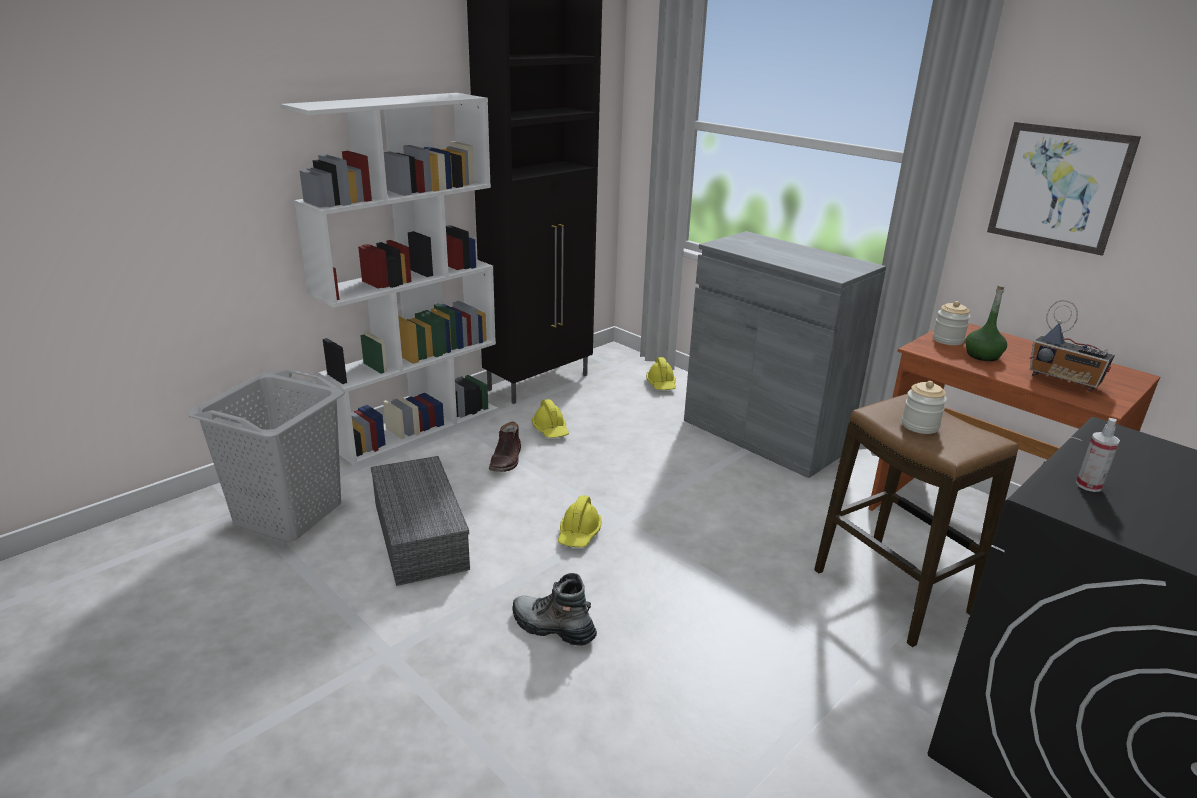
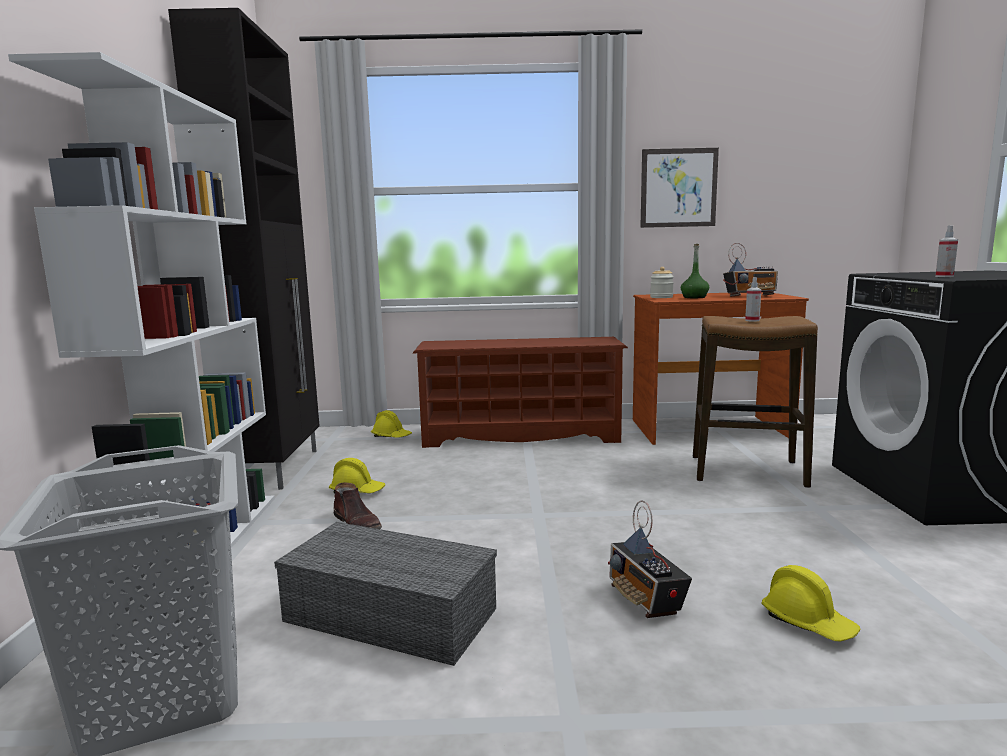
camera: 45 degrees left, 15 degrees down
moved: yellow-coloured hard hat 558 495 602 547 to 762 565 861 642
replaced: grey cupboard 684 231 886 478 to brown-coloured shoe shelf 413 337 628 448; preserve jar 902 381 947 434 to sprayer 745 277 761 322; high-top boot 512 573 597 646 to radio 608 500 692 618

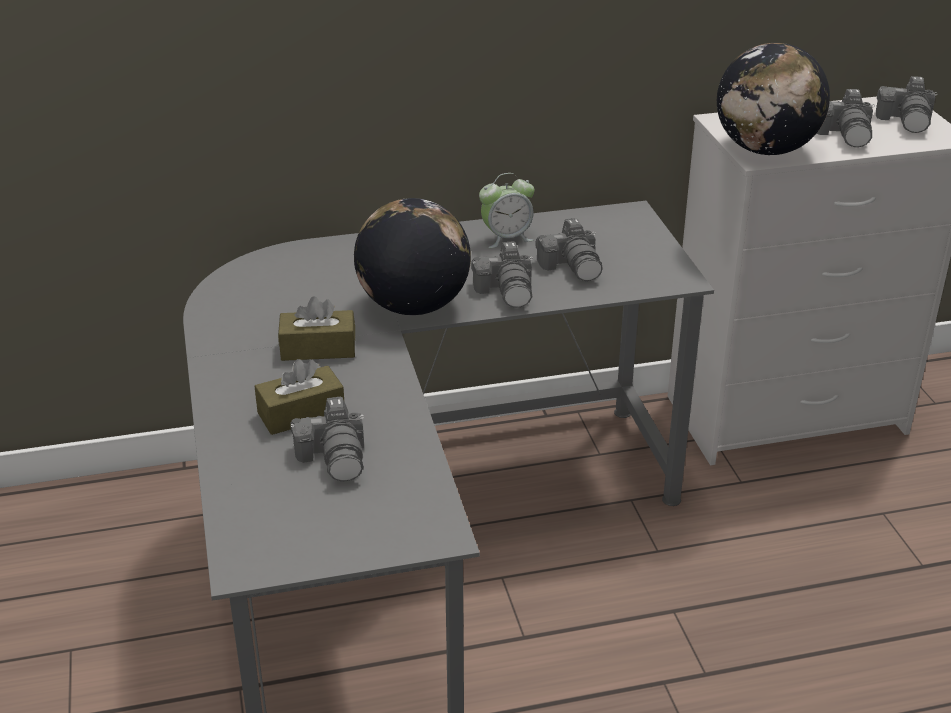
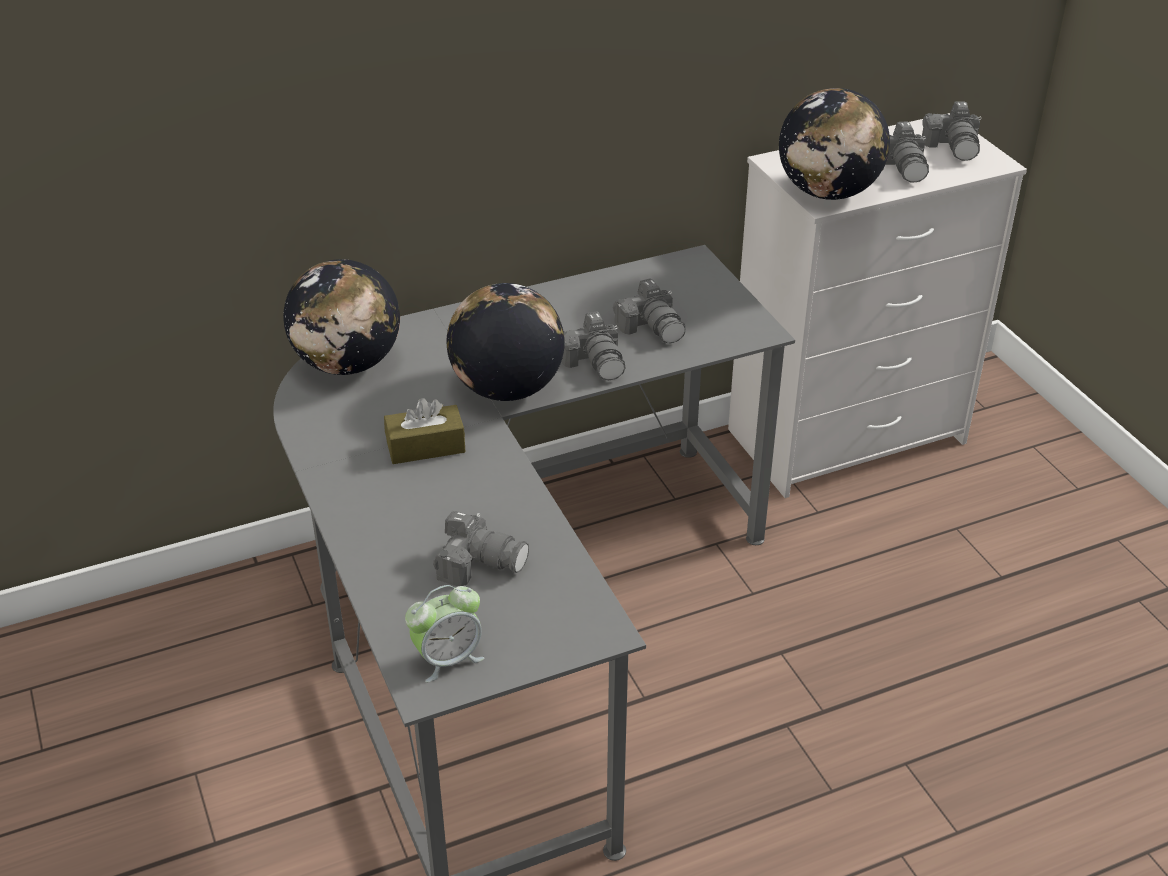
camera: 10 degrees left, 5 degrees up
removed: brown-coloured box of tissues 255 359 344 435
added: desk globe 283 259 400 375
moved: bedside clock 479 173 534 248 to 405 585 484 682
turned: photo camera 290 397 364 482 = 433 511 529 586 45 degrees counterclockwise

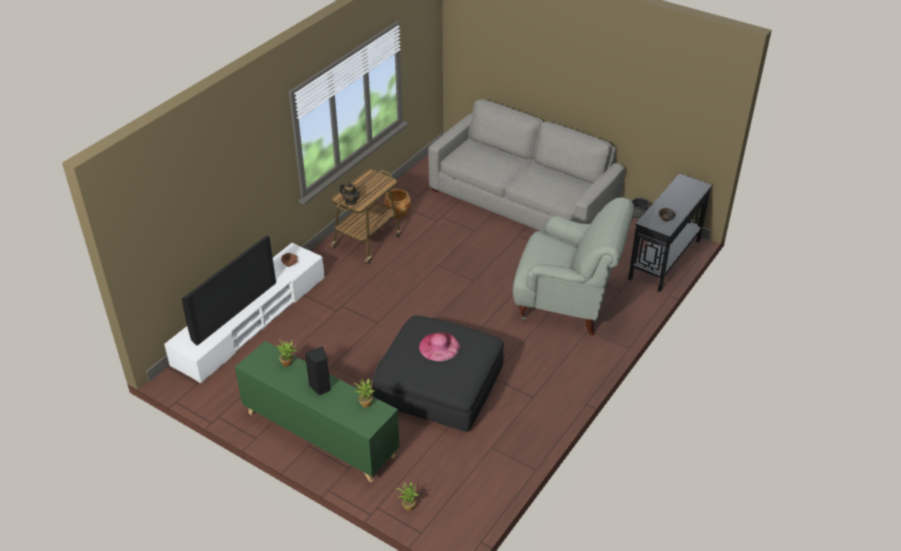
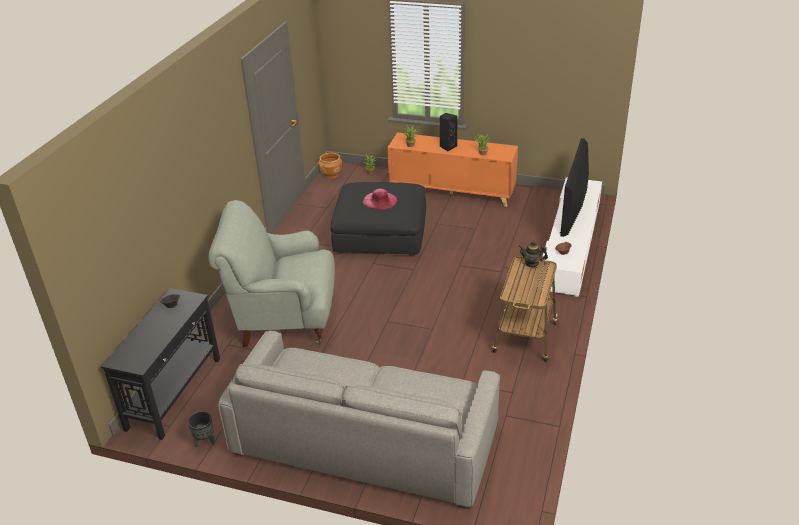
camera: 165 degrees right, 5 degrees down
moved: brown-coloured flower pot 384 189 411 218 to 319 153 342 179
recoloured: green cupboard 235 341 400 483 to orange-coloured cupboard 387 132 518 207

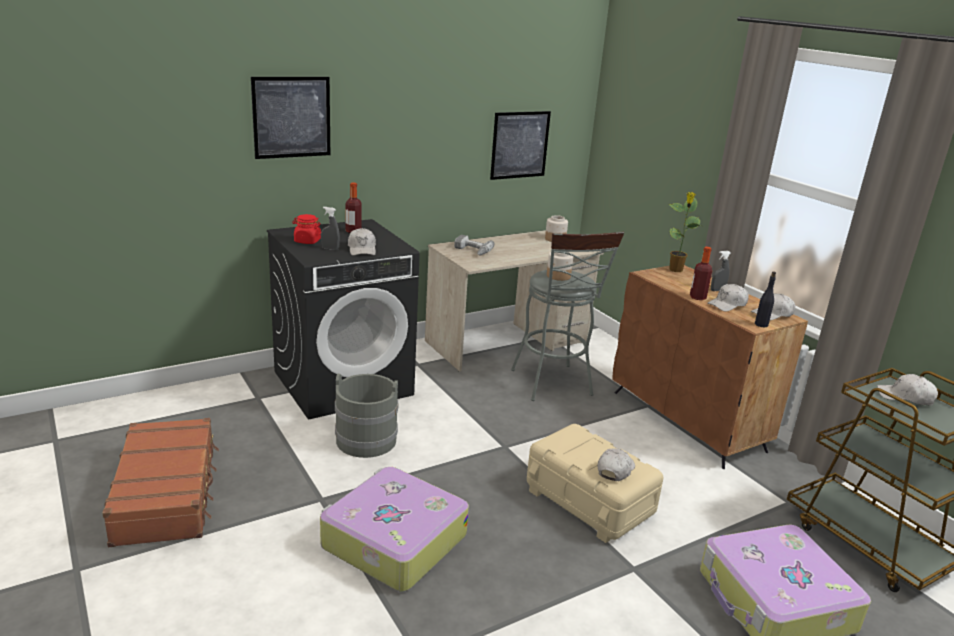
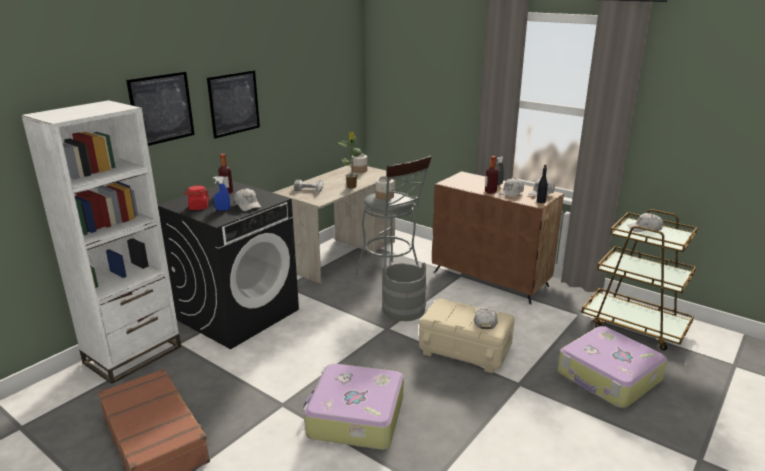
camera: 20 degrees left, 0 degrees up
added: white-coloured bookshelf 21 100 181 384
moved: wall picture 490 111 551 180 to 207 70 260 139; potted plant 669 192 701 272 to 338 132 363 189; grey pail 335 374 398 458 to 382 262 427 321
recoloured: grey sprayer 321 207 340 250 to bluish sprayer 213 176 230 210

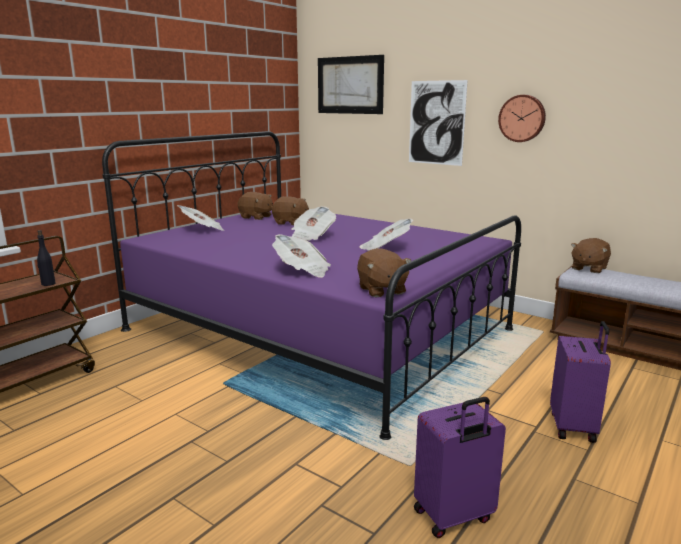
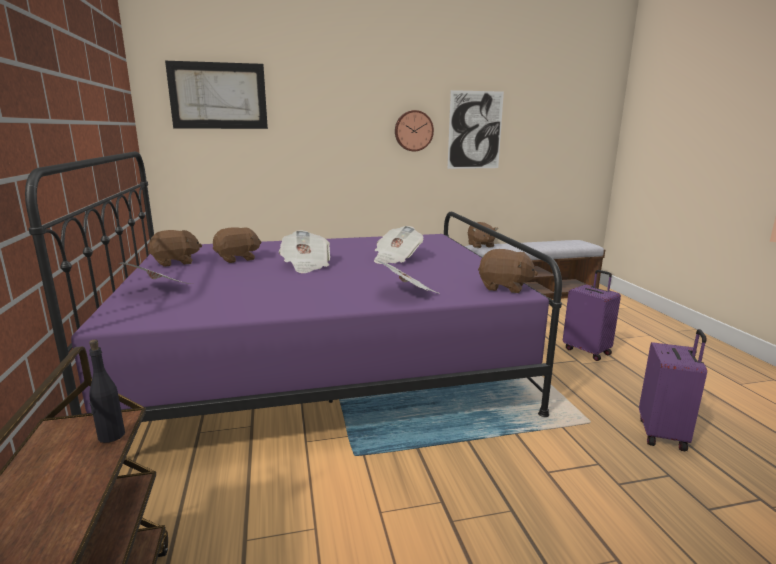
camera: 50 degrees left, 0 degrees up
moved: wall picture 409 80 468 166 to 447 90 504 169

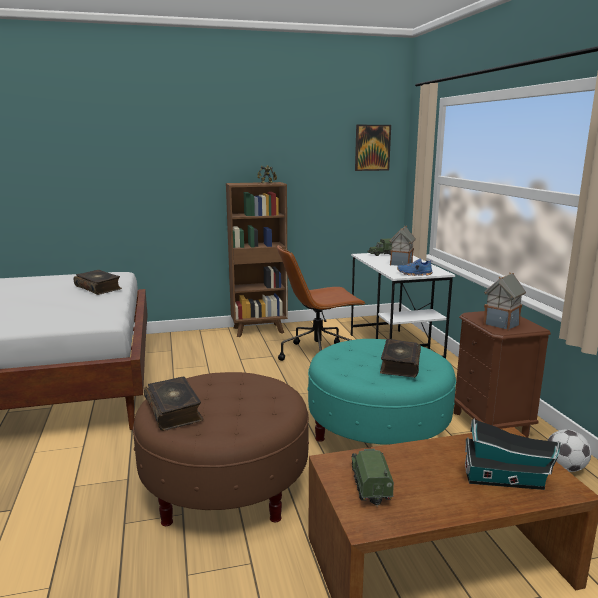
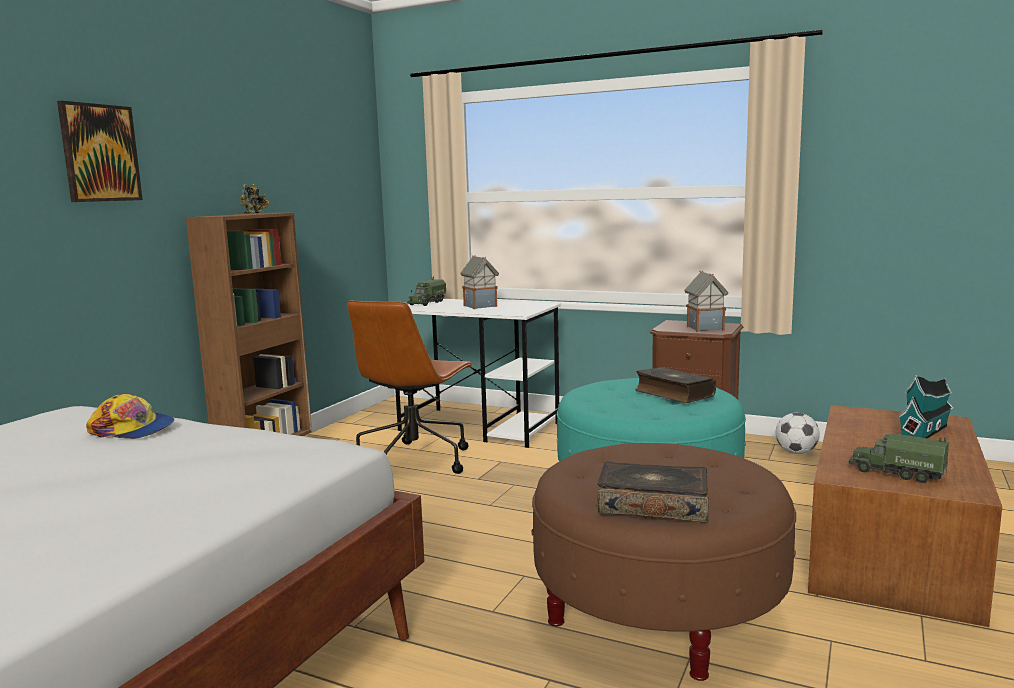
camera: 50 degrees left, 5 degrees down
removed: bluish item of footwear 397 258 433 276
moved: wall picture 355 125 391 171 to 57 101 143 202
replaced: bound book 74 270 122 295 to cap 86 394 175 439

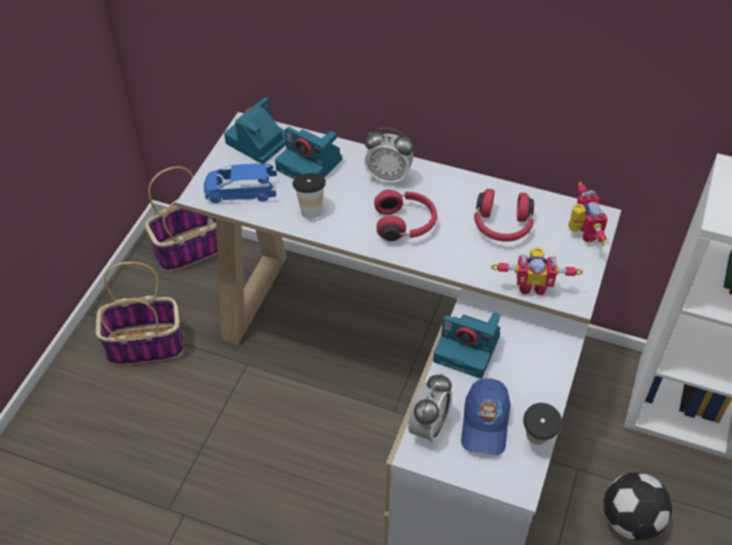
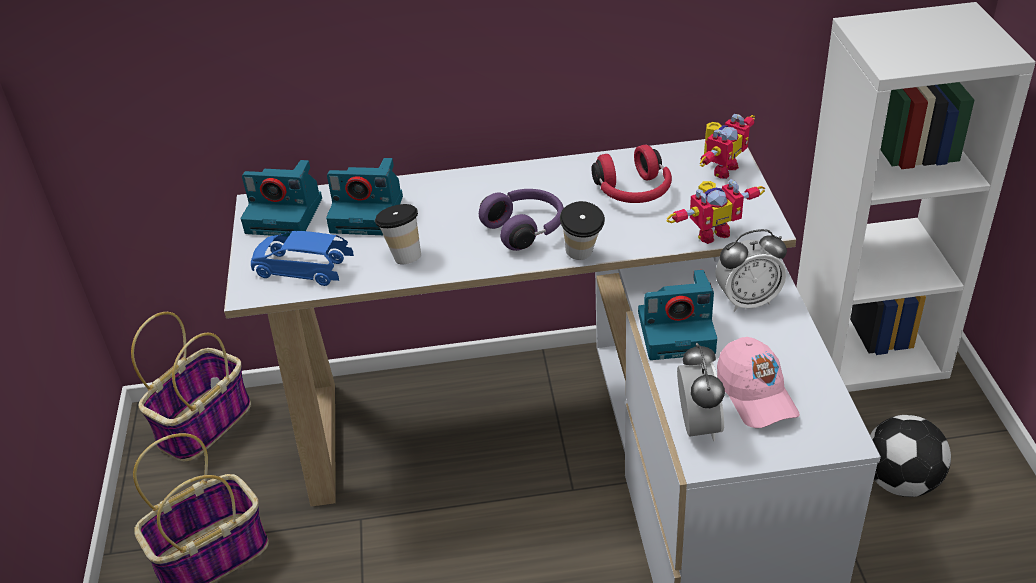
camera: 25 degrees left, 10 degrees down
moved: bedside clock 364 128 414 185 to 715 229 787 312; drinking cup 523 403 562 445 to 560 201 605 260
recoloured: red headset 374 190 437 241 to purple-coloured headset 479 189 564 251; bluish cap 461 378 511 455 to pinkish cap 717 337 800 428
turned: photo camera 224 97 286 164 = 241 160 322 237 90 degrees counterclockwise; bluish model car 204 164 277 203 = 251 231 354 286 45 degrees clockwise; robot figure 568 182 608 246 = 699 114 755 179 75 degrees clockwise

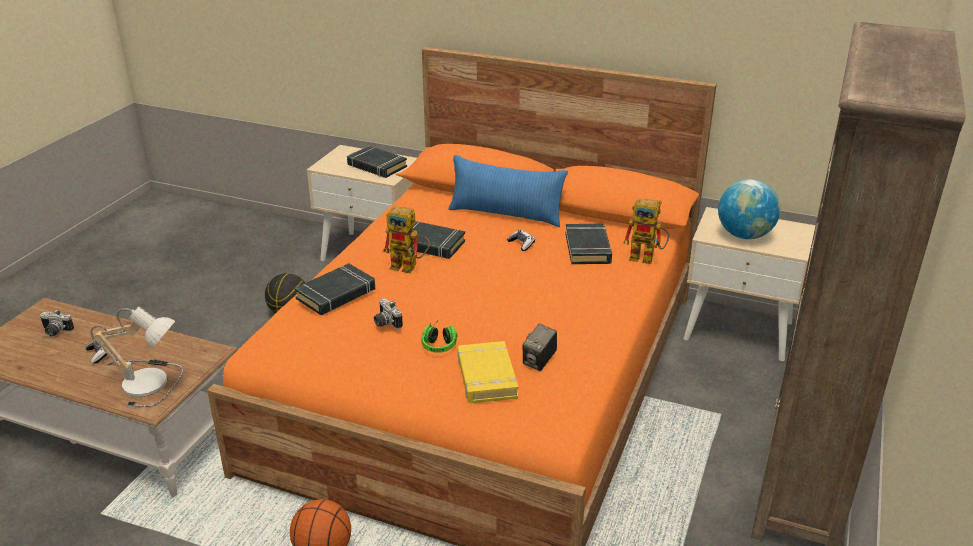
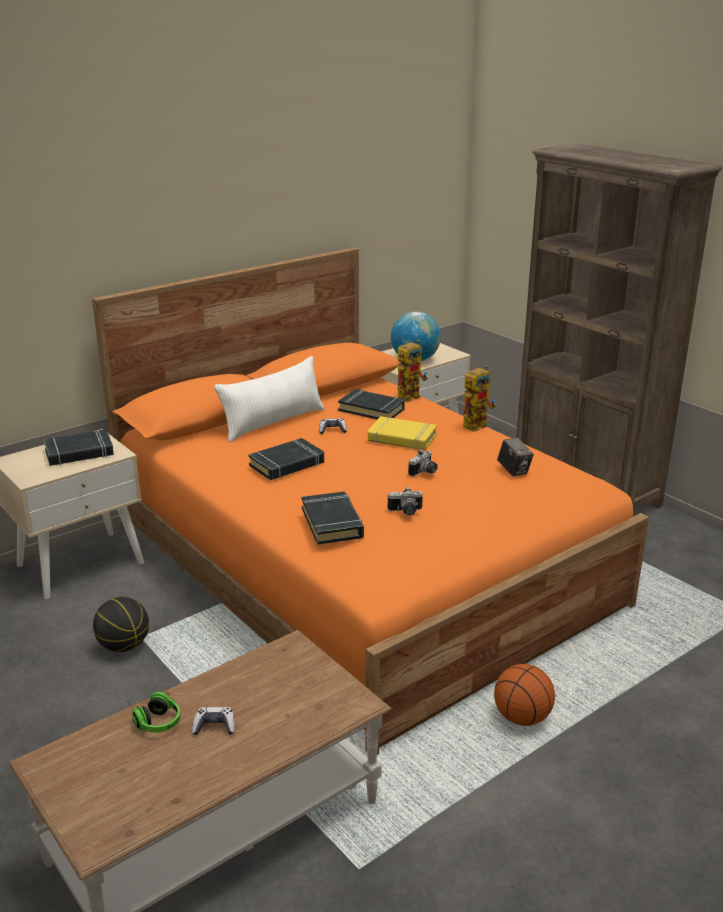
camera: 60 degrees left, 5 degrees down
removed: tabletop lamp 90 307 183 408
moved: robot figure 383 206 430 273 to 463 365 496 432; photo camera 40 309 74 337 to 408 450 438 477; headset 422 320 457 353 to 127 692 180 733; yellow-coloured bound book 458 341 519 403 to 368 416 437 450
recoloured: bluish cushion 448 155 568 227 to white-coloured cushion 214 356 325 442

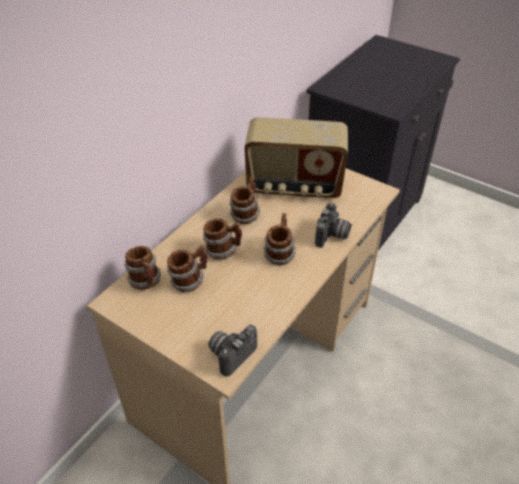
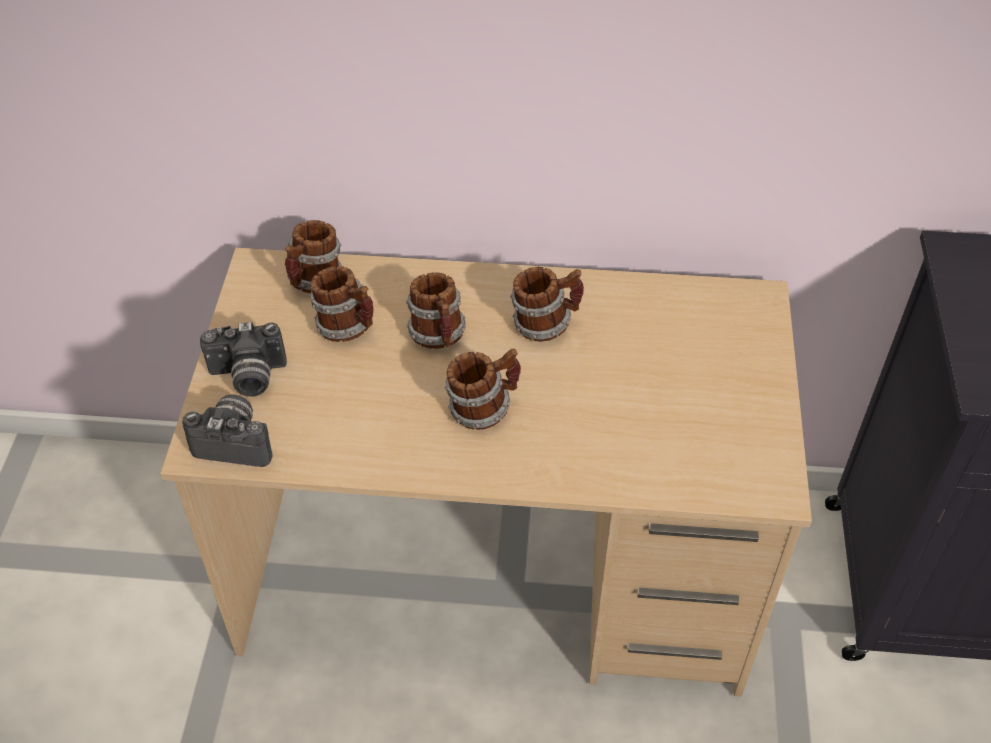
camera: 60 degrees right, 5 degrees up
removed: radio 244 117 348 199
moved: photo camera 315 203 351 248 to 200 322 287 397

